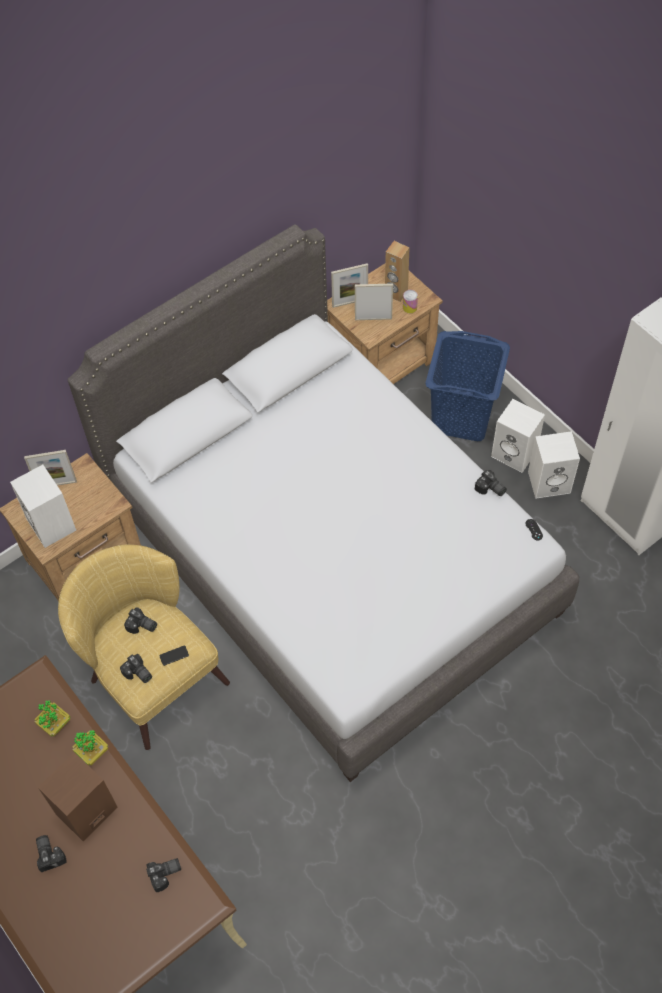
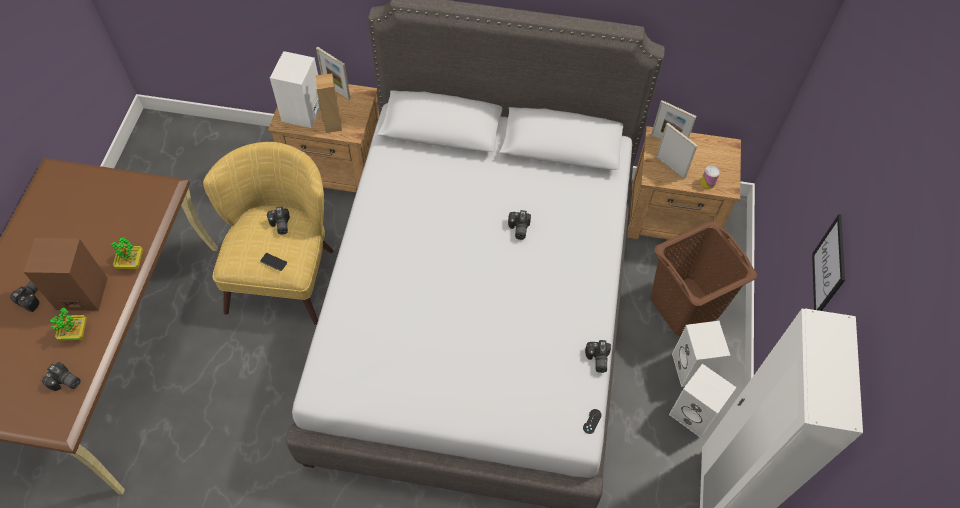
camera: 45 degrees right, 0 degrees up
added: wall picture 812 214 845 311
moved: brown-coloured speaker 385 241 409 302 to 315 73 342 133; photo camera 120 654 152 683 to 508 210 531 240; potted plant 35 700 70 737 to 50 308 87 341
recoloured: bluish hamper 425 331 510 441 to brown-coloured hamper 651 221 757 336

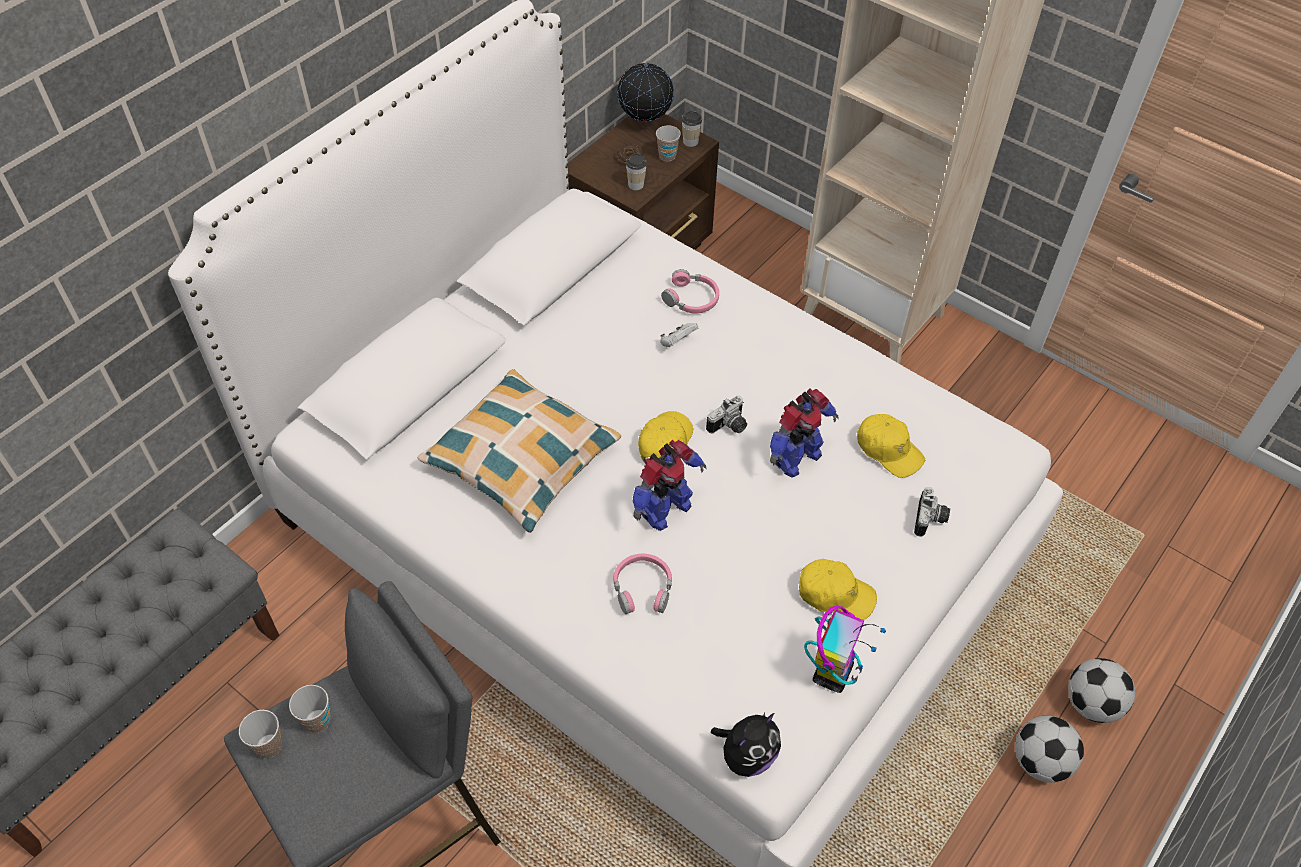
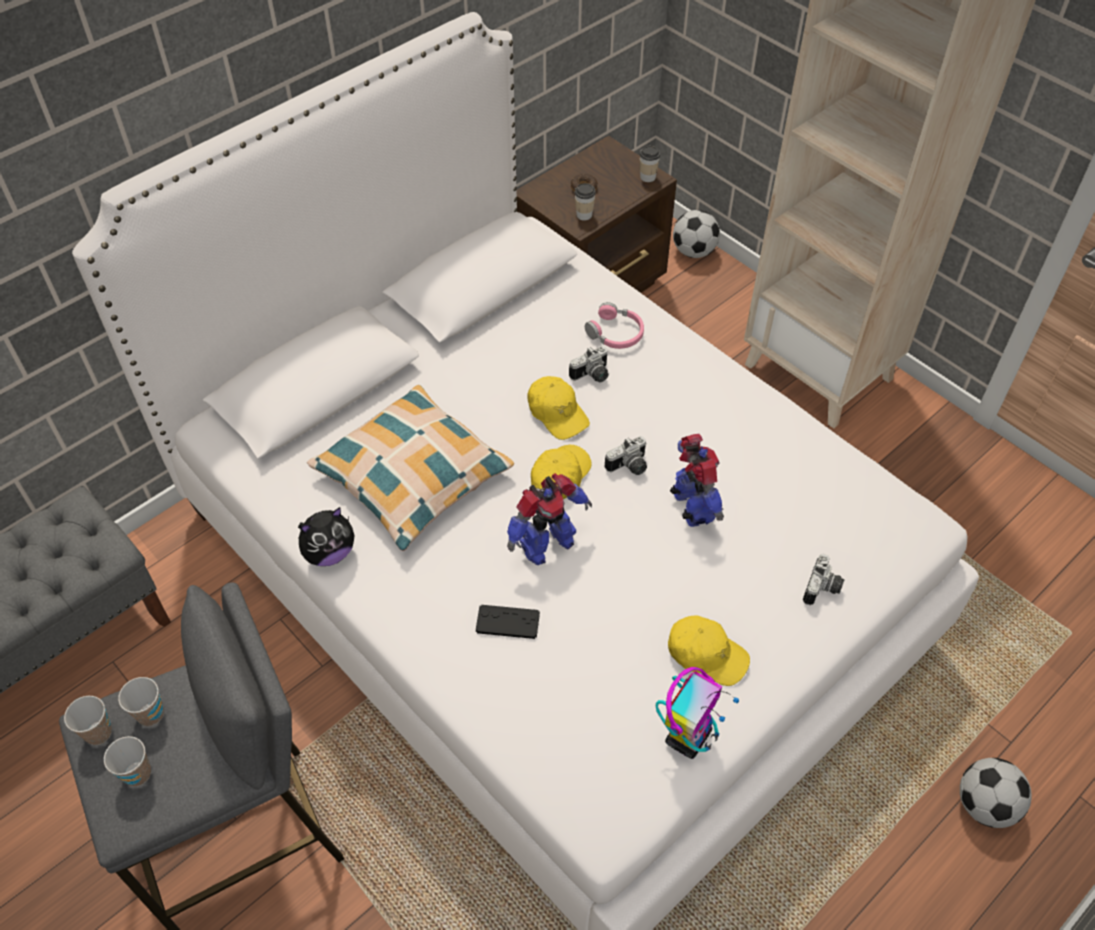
camera: 10 degrees right, 0 degrees up
removed: desk globe 617 61 674 122
moved: drinking cup 656 125 681 162 to 104 736 151 787; yellow-coloured cap 857 414 925 478 to 528 376 590 440; plush toy 711 712 781 777 to 298 507 354 566; ball for football 1015 715 1084 783 to 673 210 720 258
replaced: white-coloured game controller 660 323 698 347 to photo camera 569 346 609 382; pinkish headset 613 554 672 614 to blackish game controller 476 605 540 639
turned: robot figure 770 388 838 478 = 670 434 724 527 75 degrees counterclockwise

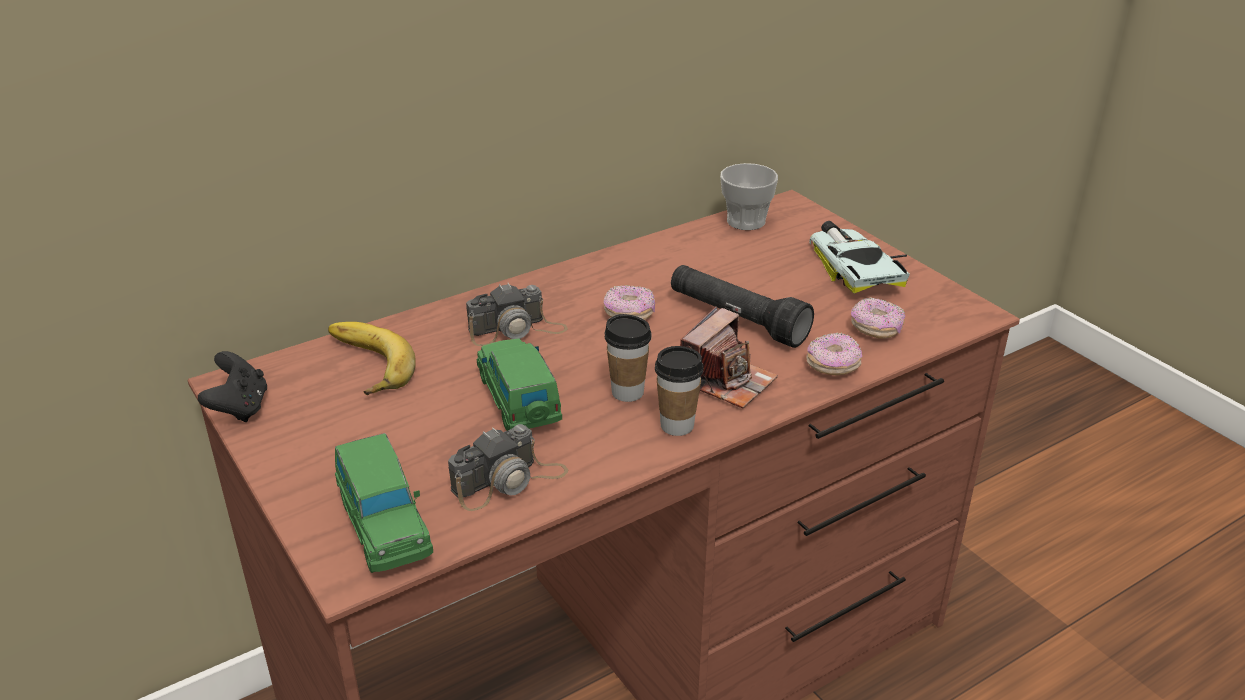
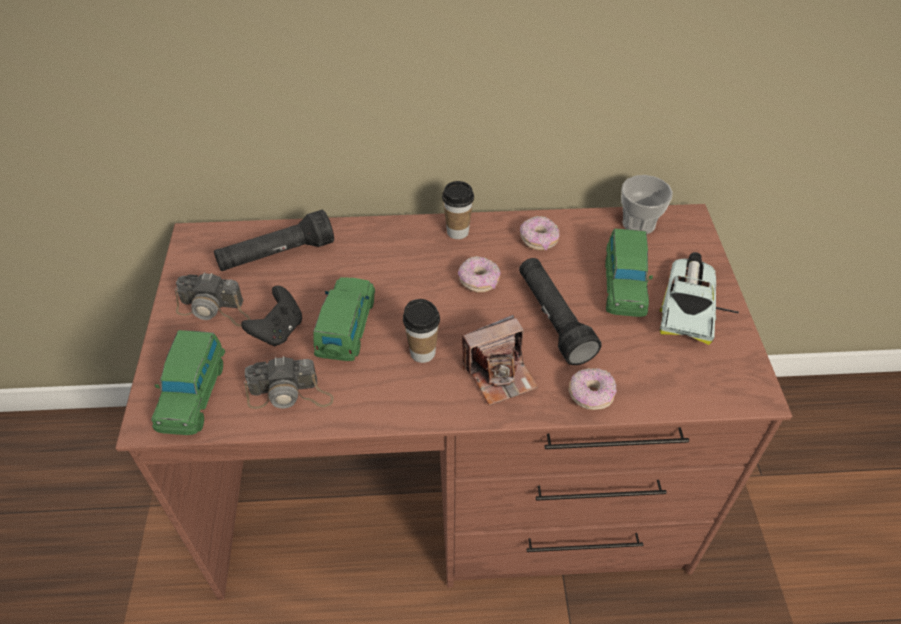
camera: 30 degrees right, 15 degrees up
added: green model car 605 229 653 317
moved: photo camera 466 283 568 346 to 175 272 250 326; doughnut 851 297 905 339 to 520 216 560 250; drinking cup 655 346 704 436 to 442 181 474 239; blackish game controller 198 351 267 422 to 241 286 302 347
replaced: banana 328 322 416 395 to blackish flashlight 214 210 334 271

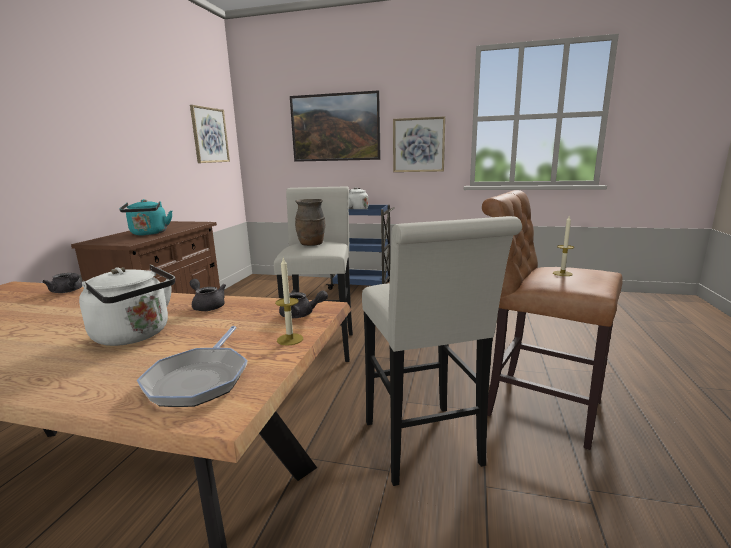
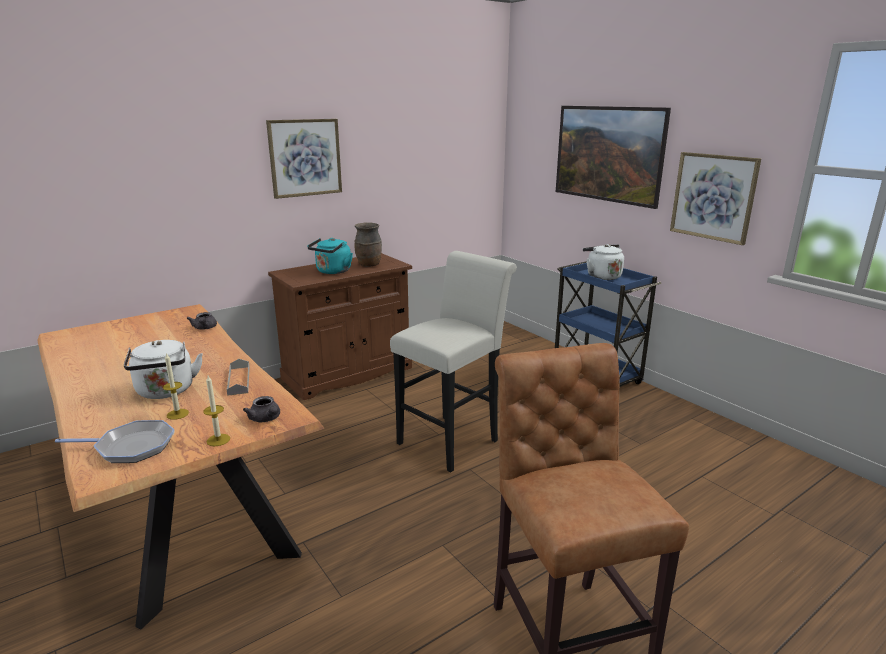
camera: 40 degrees right, 5 degrees up
removed: white-coloured stool 362 216 522 486
moved: wall picture 190 105 230 163 to 266 119 342 199; brown-coloured flower vase 295 199 325 246 to 354 222 382 266; candle 553 216 574 276 to 163 353 189 420
replaced: grey pot for tea 190 279 226 311 to grey carrying tray 227 359 250 396
turned: frying pan 137 326 248 407 = 55 420 175 463 135 degrees counterclockwise

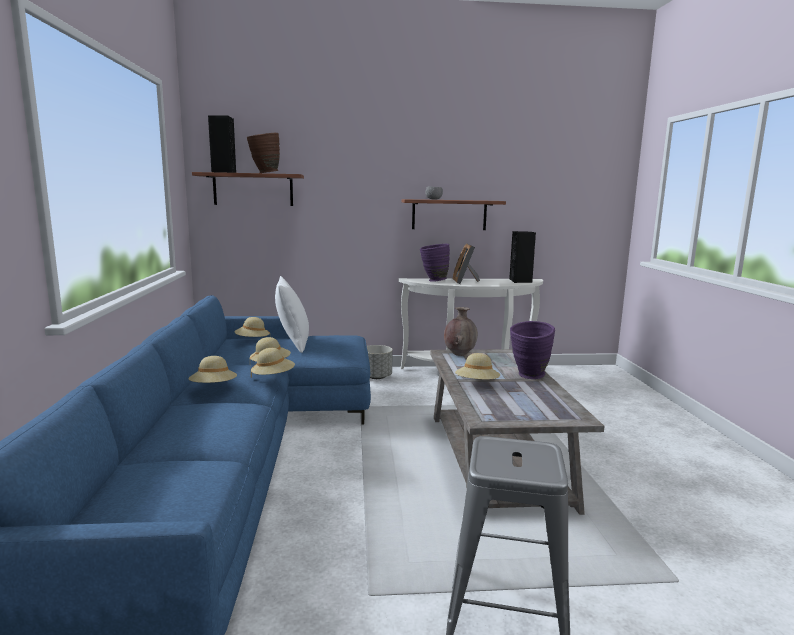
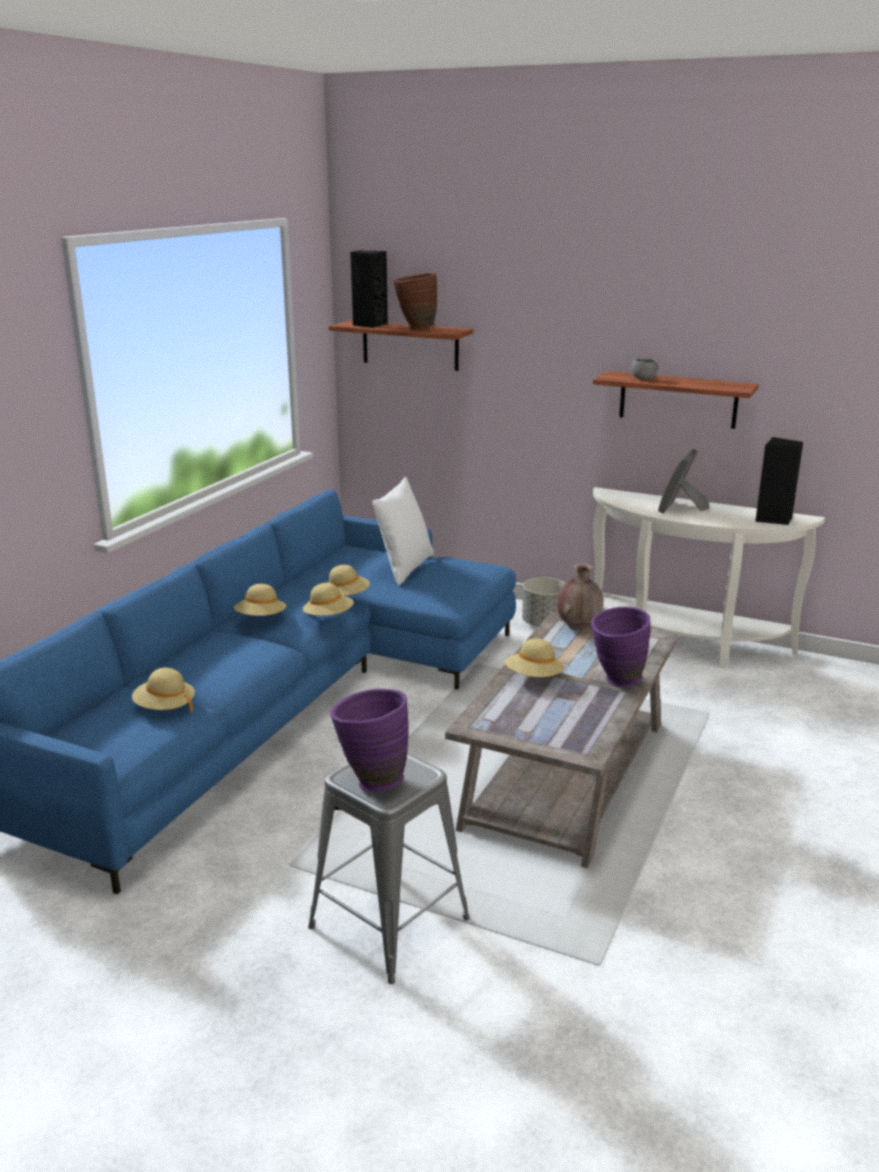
camera: 30 degrees right, 10 degrees up
moved: purple-coloured flower vase 420 244 450 281 to 330 689 409 792; sand-coloured clothing hat 234 317 270 337 to 132 668 195 713

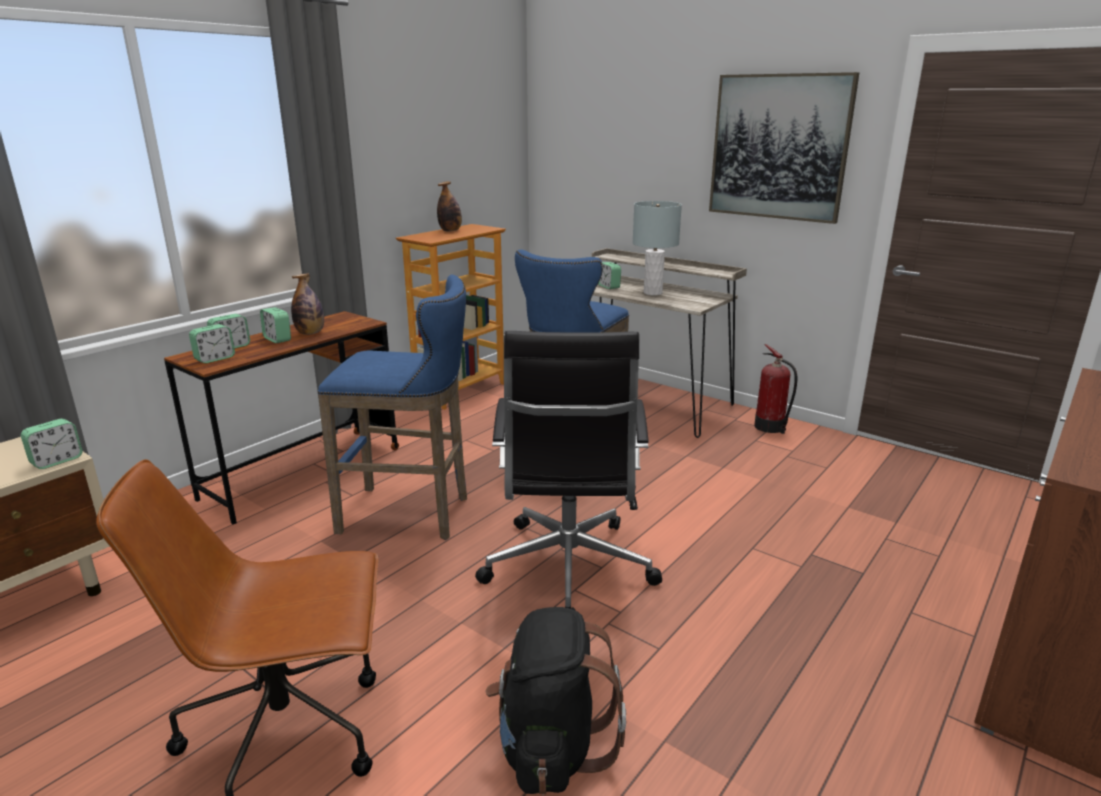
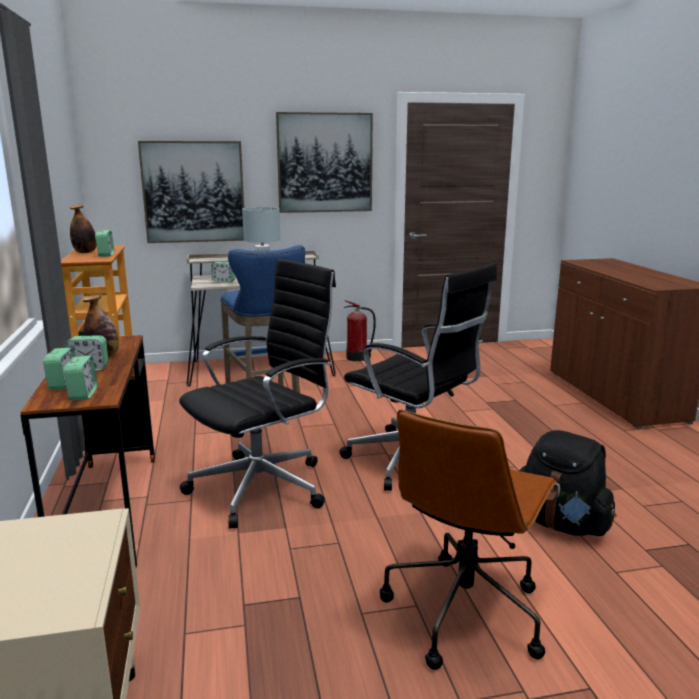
camera: 50 degrees left, 5 degrees down
added: wall picture 138 141 244 243
moved: bedside clock 21 419 83 469 to 95 230 114 257
replaced: bluish stool 318 275 467 540 to blackish computer chair 179 259 336 528

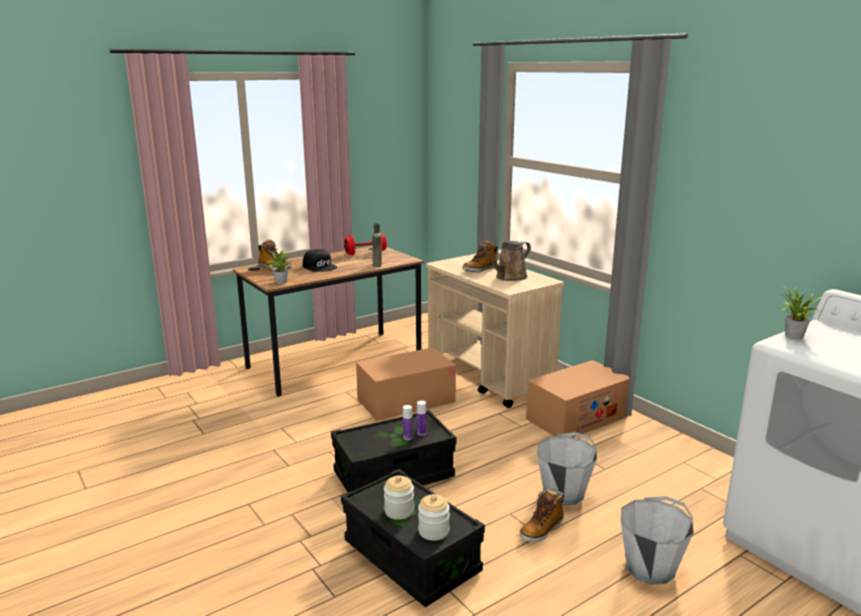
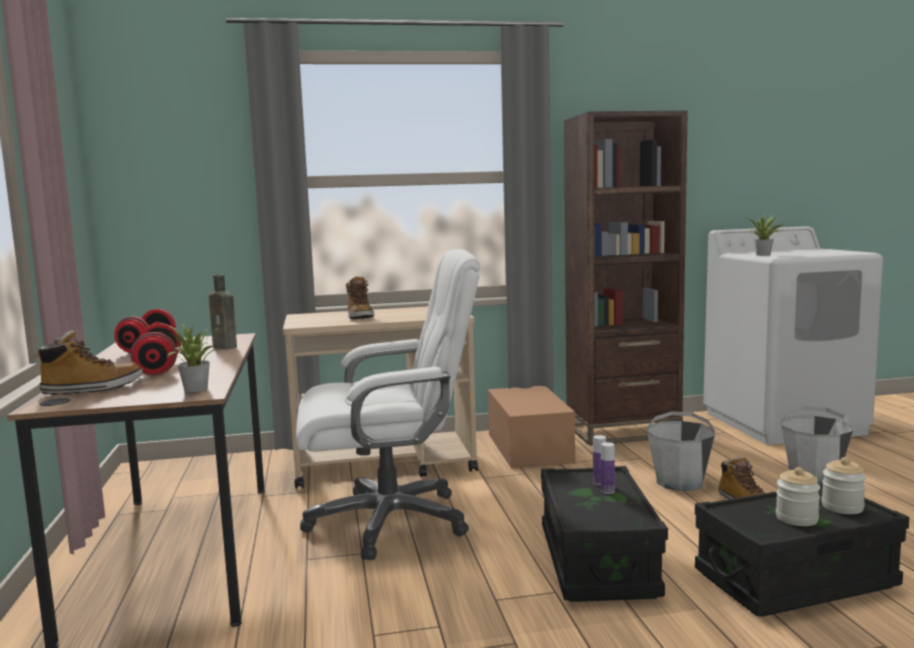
camera: 65 degrees left, 10 degrees down
removed: brown-coloured watering can 478 241 531 281
added: brown-coloured bookshelf 564 111 688 446
replaced: blackish cap 303 249 337 272 to red hand weight 130 323 181 375; carton 356 348 456 421 to white-coloured computer chair 296 249 480 560

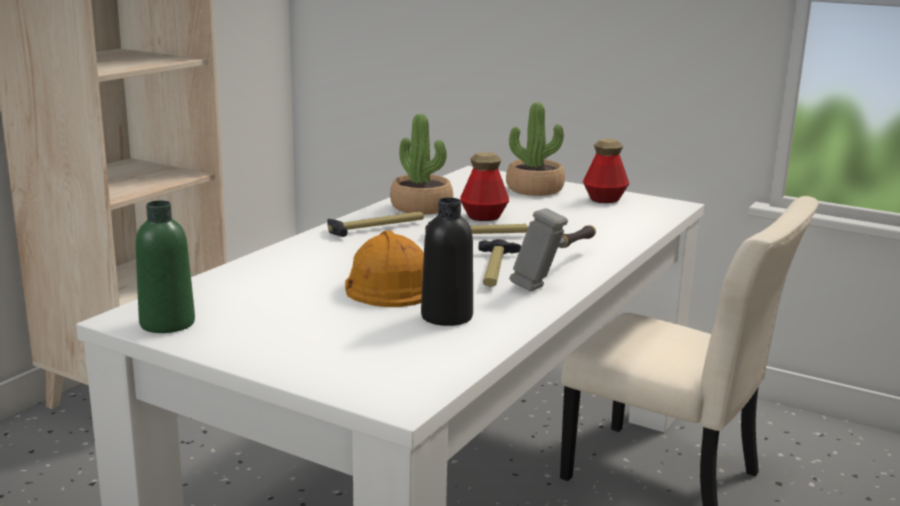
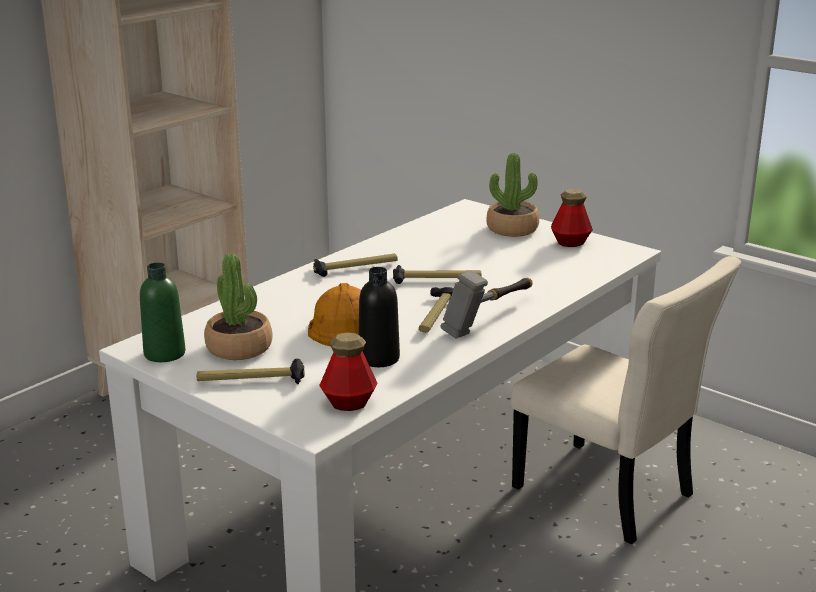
camera: 10 degrees right, 5 degrees up
added: hand hammer 197 359 305 384
moved: potted plant 390 114 453 215 to 204 254 273 360; beverage bottle 460 152 509 221 to 319 333 378 411

